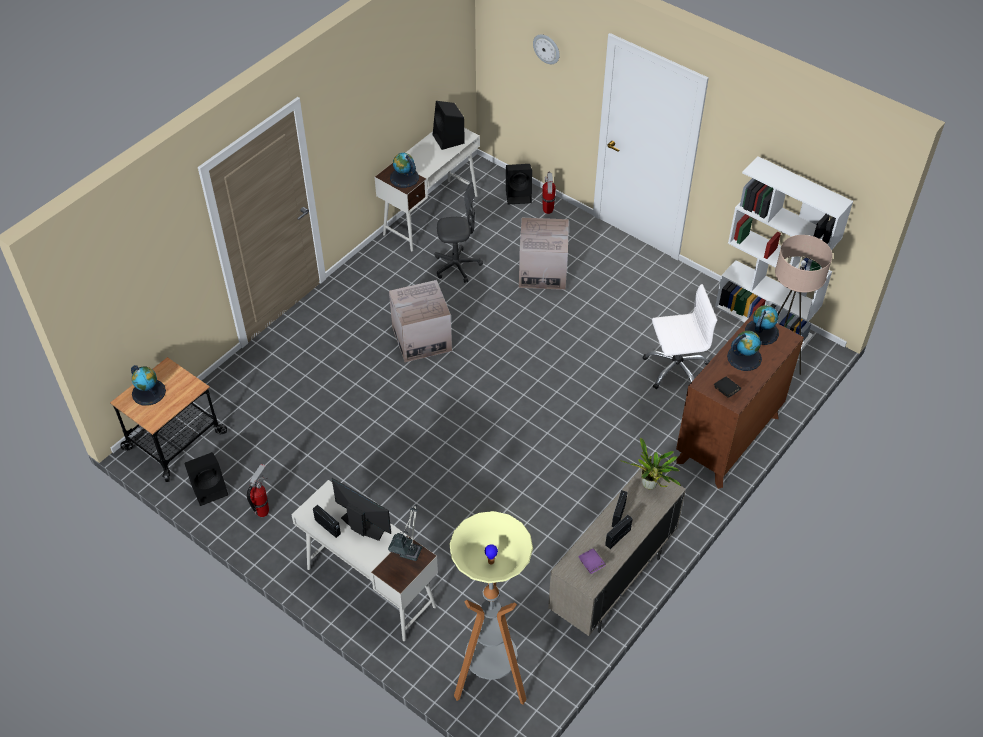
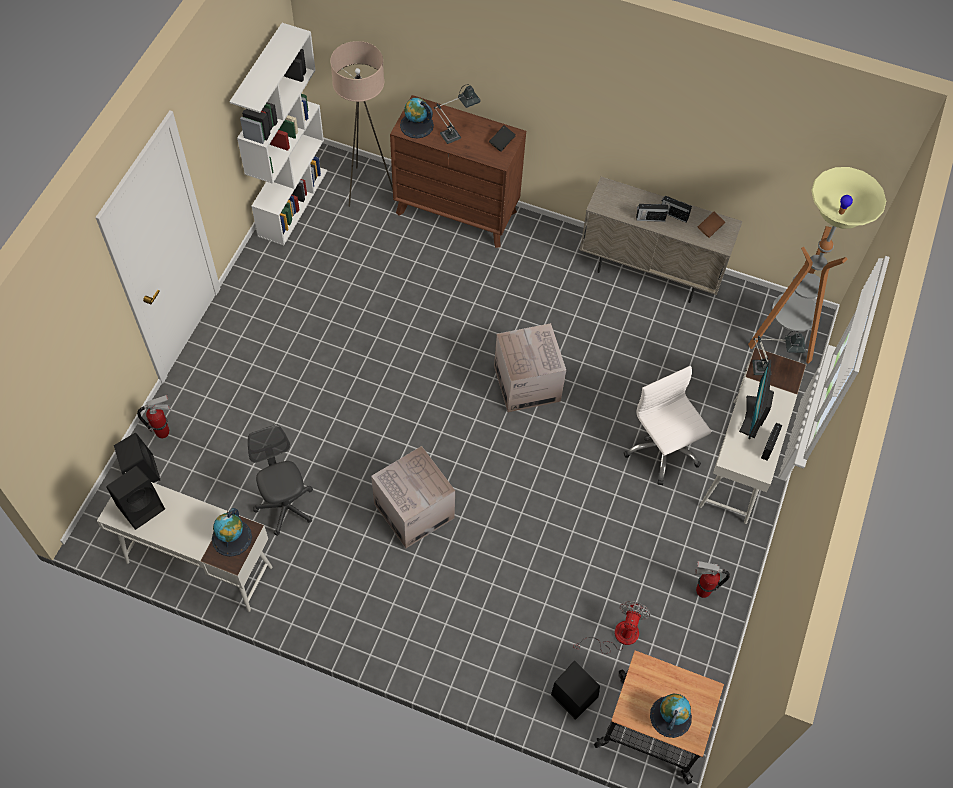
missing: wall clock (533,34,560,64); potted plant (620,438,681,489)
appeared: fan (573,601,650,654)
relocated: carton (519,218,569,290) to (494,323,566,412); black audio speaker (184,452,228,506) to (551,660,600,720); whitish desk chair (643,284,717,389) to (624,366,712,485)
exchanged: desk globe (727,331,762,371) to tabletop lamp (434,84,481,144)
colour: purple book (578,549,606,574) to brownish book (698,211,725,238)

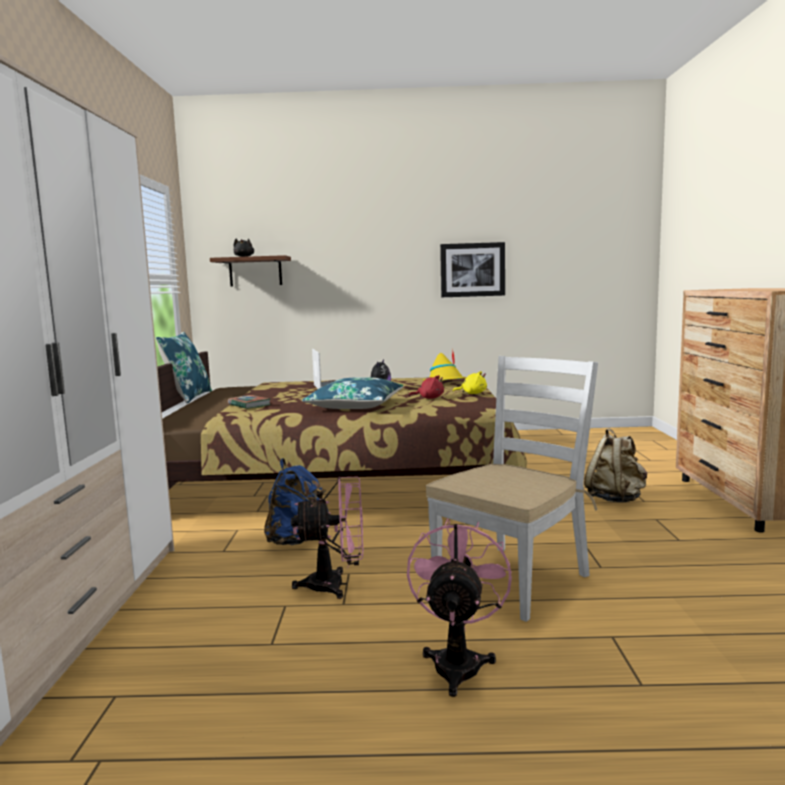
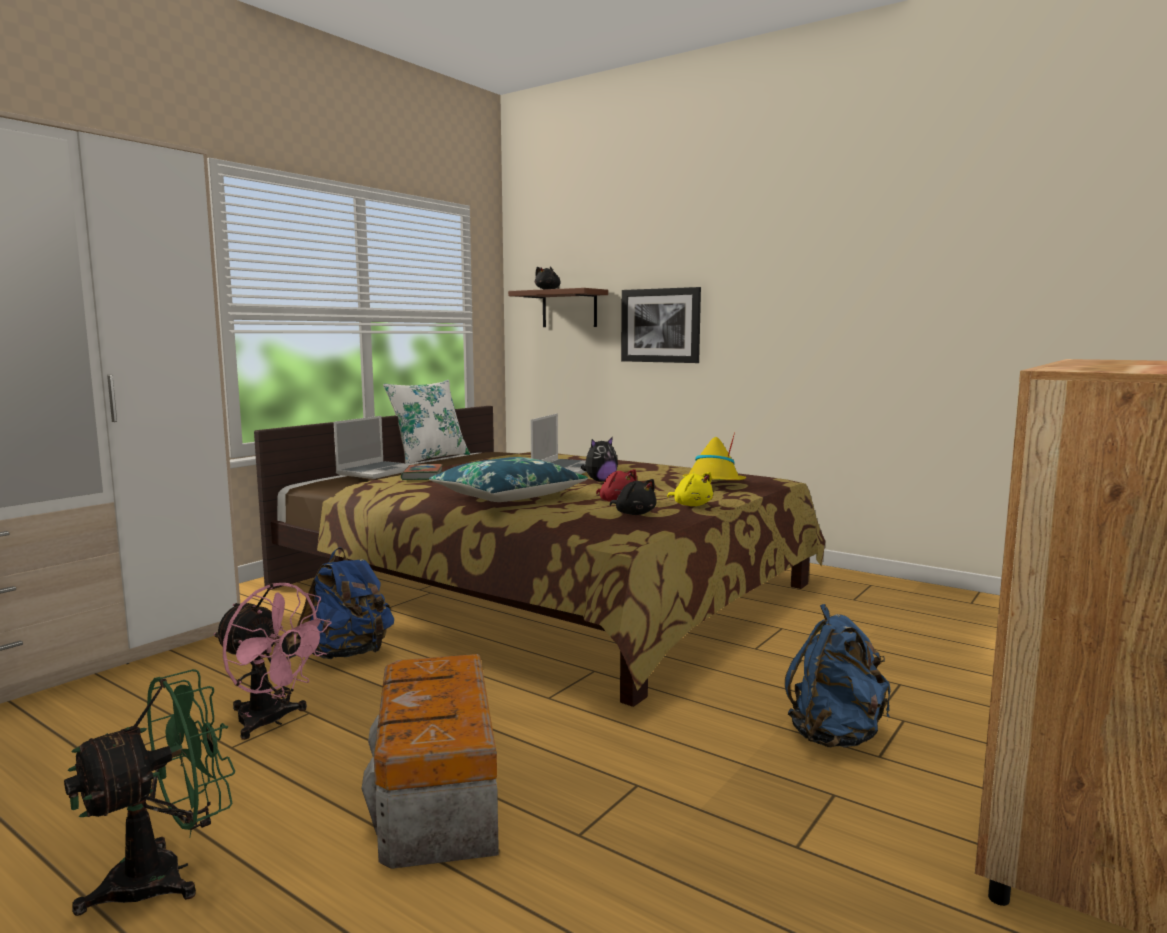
appeared: portable computer (334,416,413,479); black soft toy (610,479,657,515)
relocated: picture (440,242,505,297) to (621,287,701,363)
exchanged: whitish plain chair (426,356,598,622) to storage bin (362,654,499,869)
colour: pinkish fan (407,518,512,697) to green-coloured fan (64,669,236,916); blue-coloured throw pillow (156,332,212,404) to whitish throw pillow (383,380,470,464); beige-coloured knapsack (584,428,647,502) to blue-coloured knapsack (785,604,890,748)

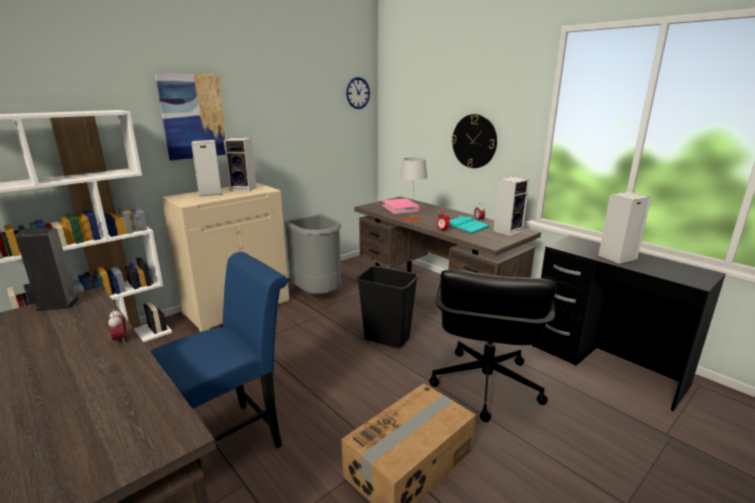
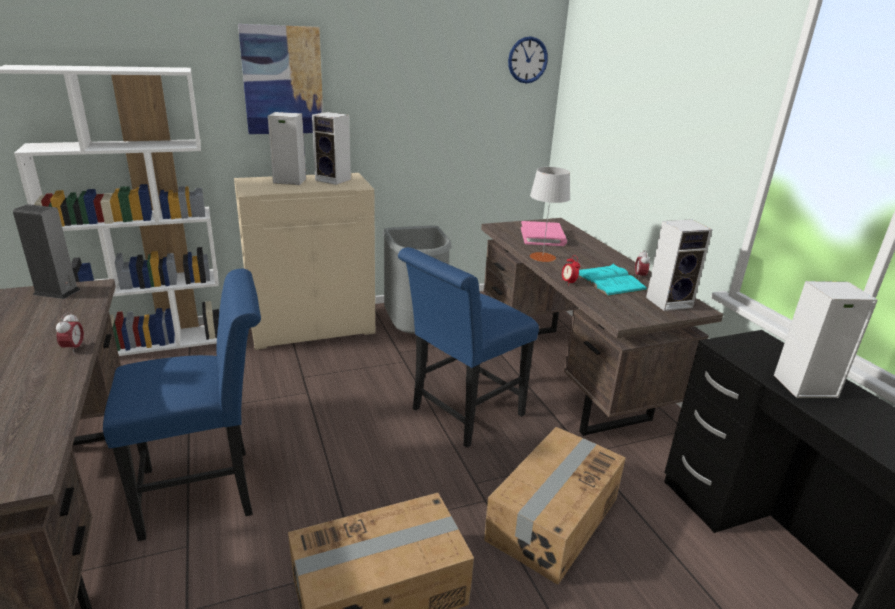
missing: wall clock (452,114,497,168)
exchanged: black trash can (357,266,418,348) to blue-coloured plain chair (398,247,539,448); black desk chair (429,270,557,422) to carton (484,427,626,585)

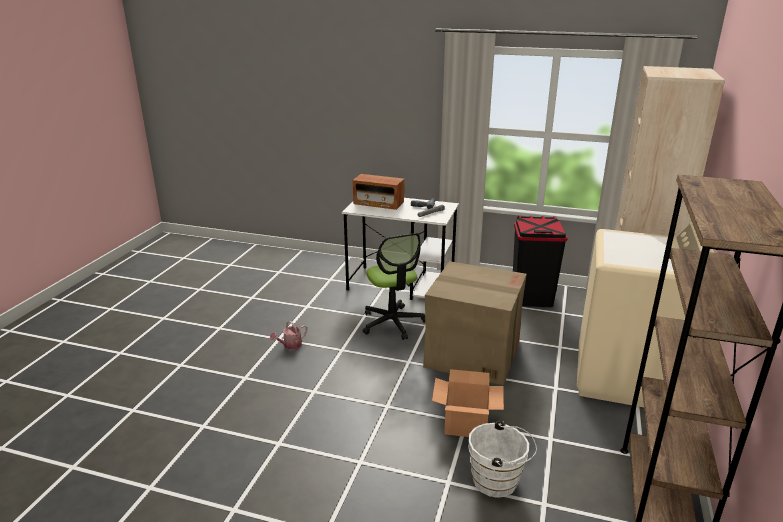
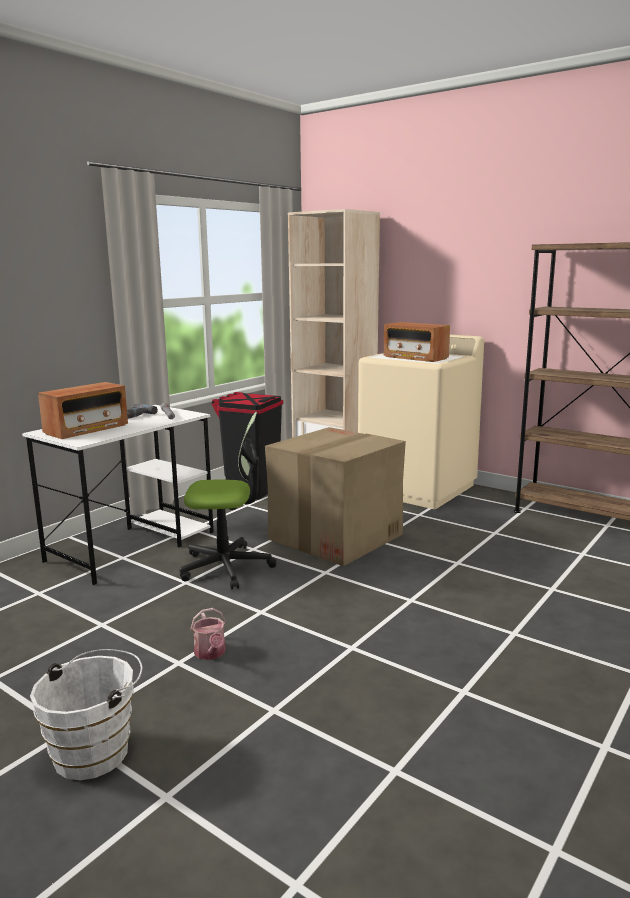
missing: carton (432,369,504,437)
appeared: radio receiver (384,322,450,362)
relocated: whitish bucket (468,421,537,498) to (30,649,142,780)

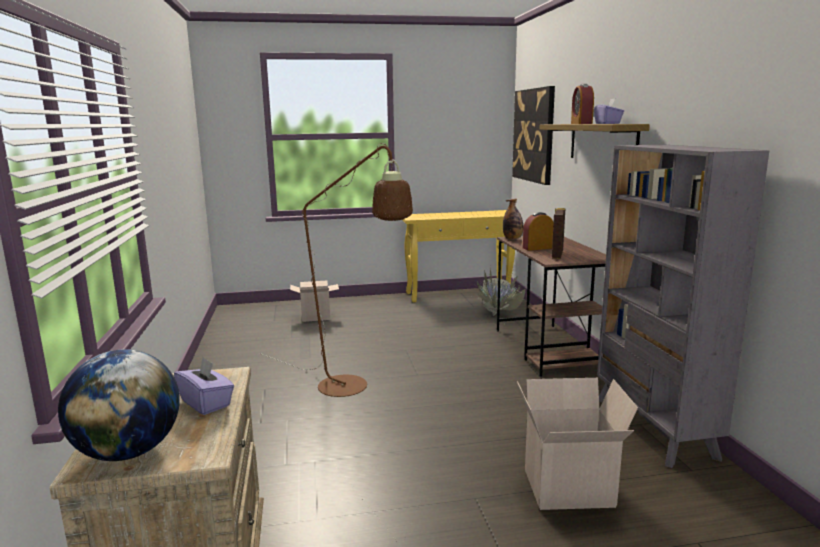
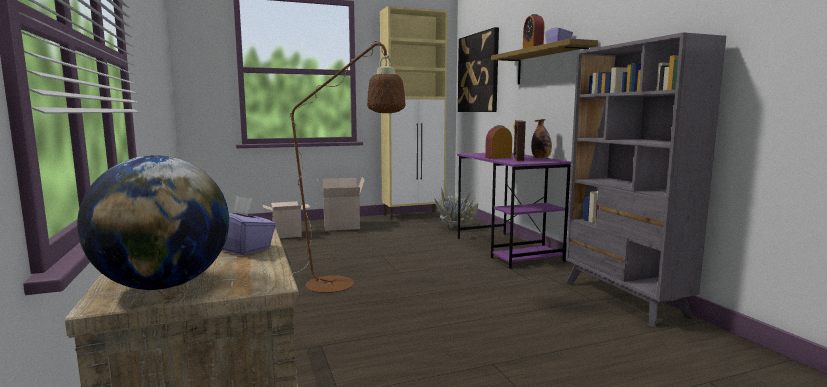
relocated: carton (517,378,638,510) to (317,177,365,231); drink bottle (503,199,523,240) to (531,119,552,159)
exchanged: yellow-coloured narrow table (402,210,515,302) to beige-coloured cupboard (380,6,448,220)
colour: brownish desk table (497,236,606,377) to purple desk table (457,153,571,269)

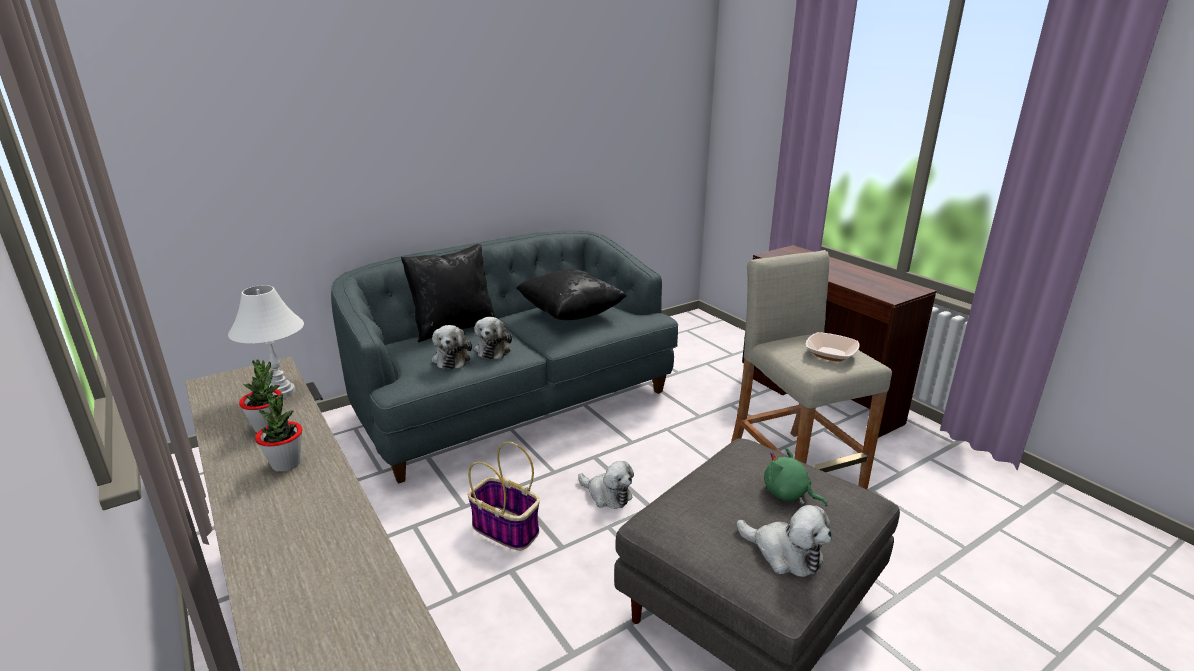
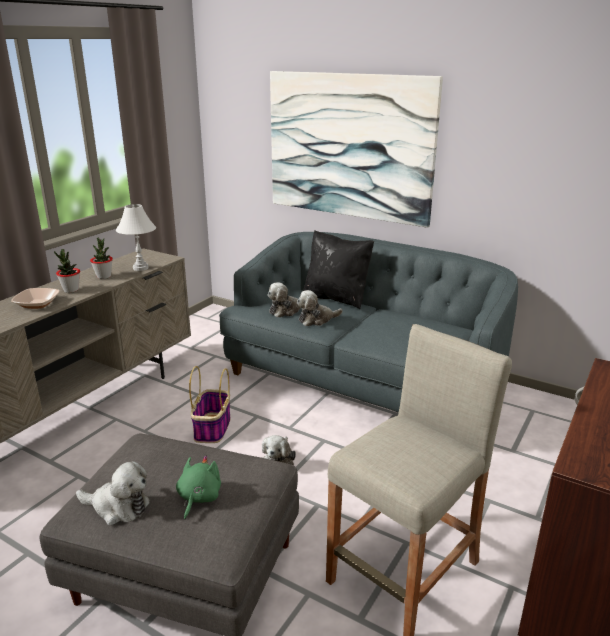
missing: black throw pillow (516,269,627,320)
appeared: picture (270,71,443,228)
relocated: serving bowl (806,332,860,362) to (11,288,60,309)
spun: soft toy (737,505,832,577) = (76,461,150,525) 90 degrees counterclockwise

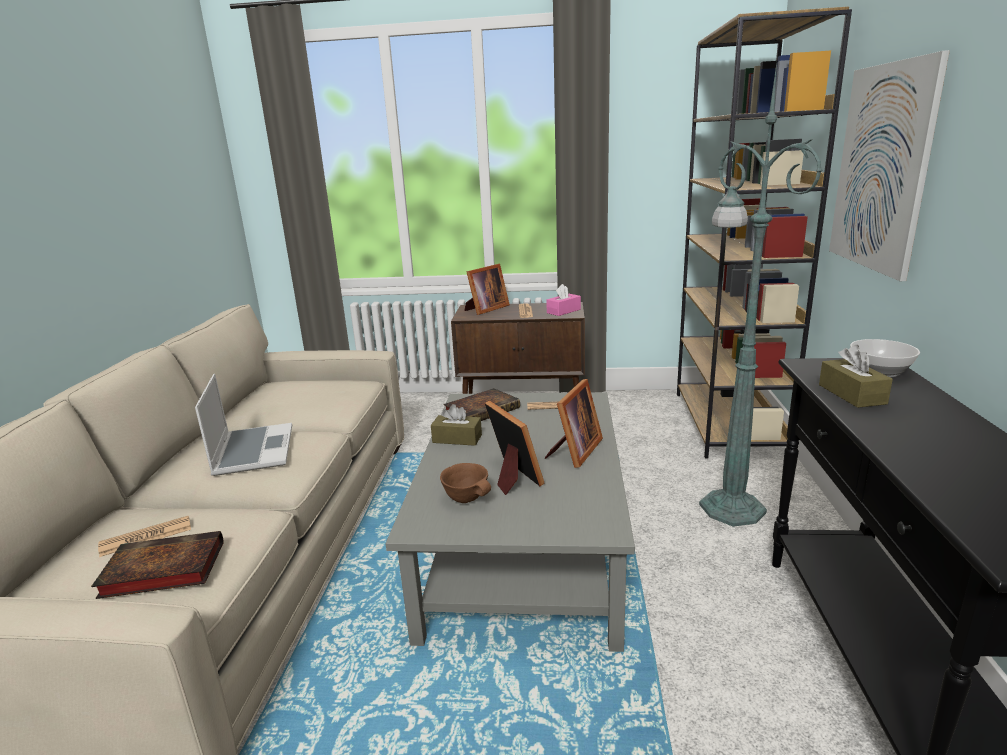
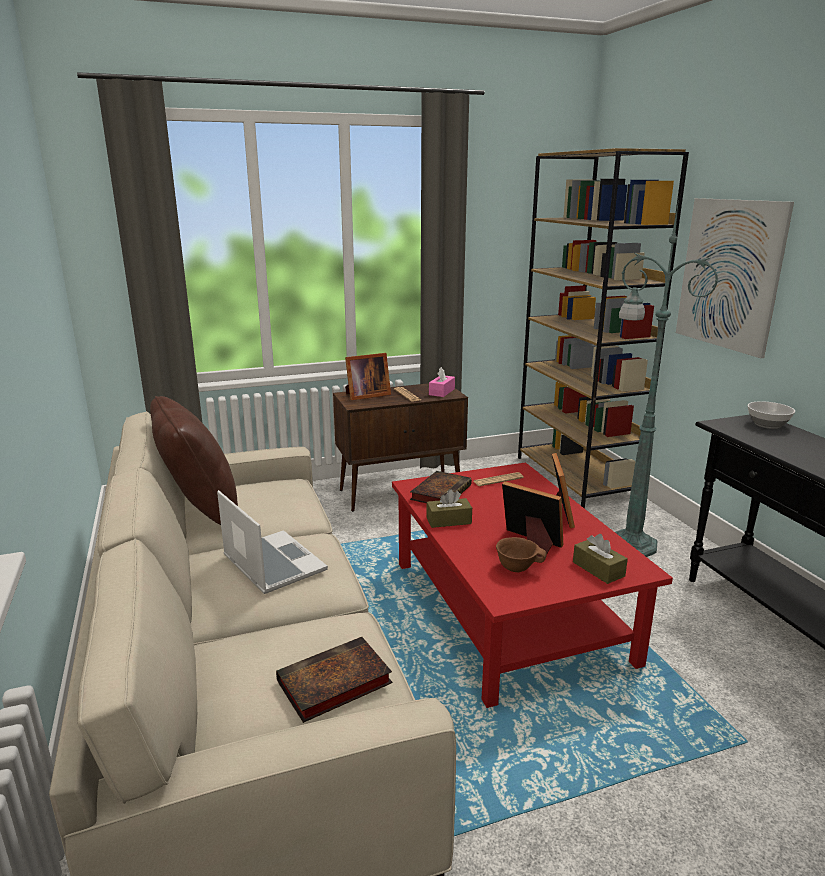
missing: daily paper (98,516,191,557)
appeared: brownish throw pillow (150,396,238,525)
relocated: brownish tissue holder (819,345,893,408) to (573,534,628,584)
colour: grey low table (385,392,635,652) to red-coloured low table (392,462,673,708)
spun: photo frame (464,263,510,315) = (345,353,391,400) 45 degrees clockwise

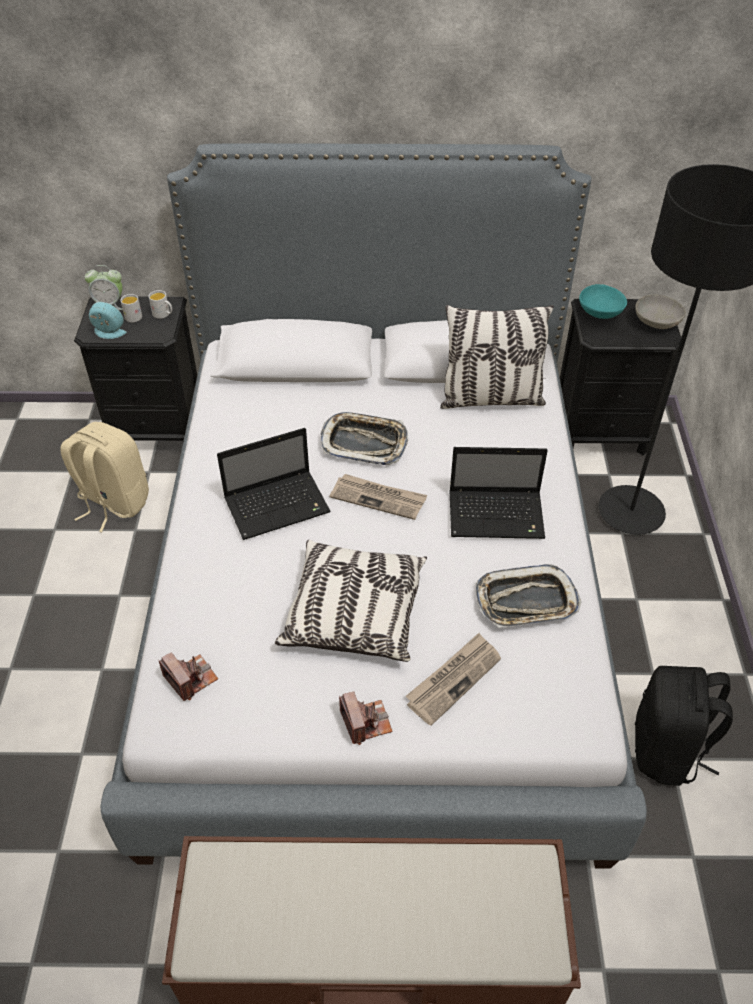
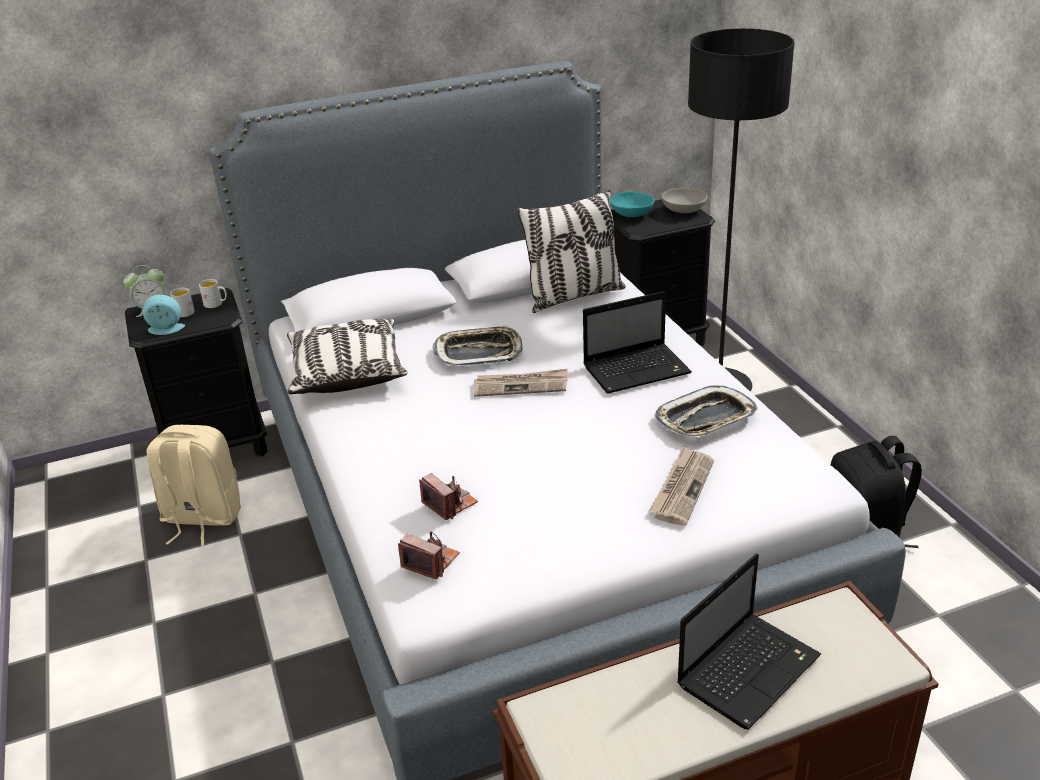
relocated: throw pillow (275,540,427,662) to (287,319,408,394); still camera (339,692,393,745) to (419,473,478,520); portable computer (217,428,331,540) to (677,553,821,730)

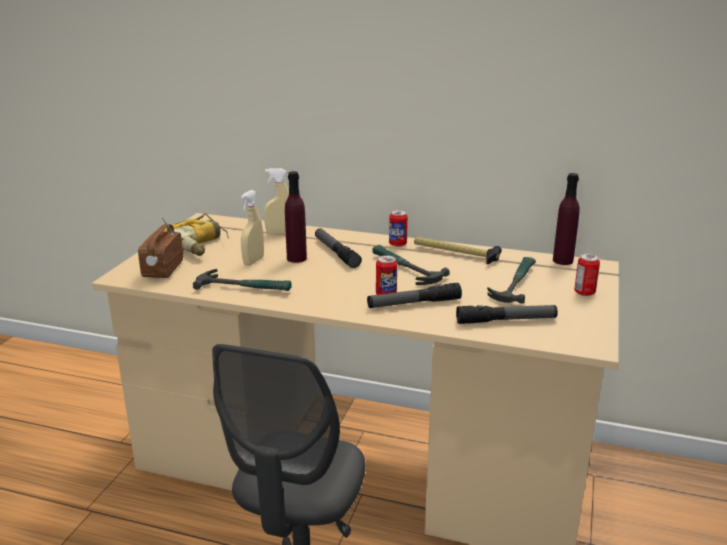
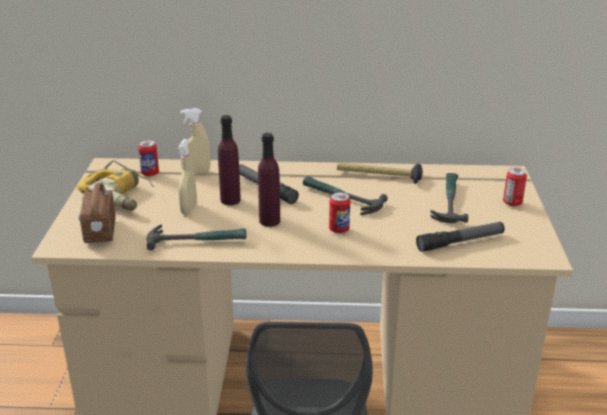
missing: hand torch (367,283,462,308)
relocated: sealed can (389,210,408,247) to (138,140,159,177); purple drink bottle (553,173,580,265) to (258,133,280,227)

